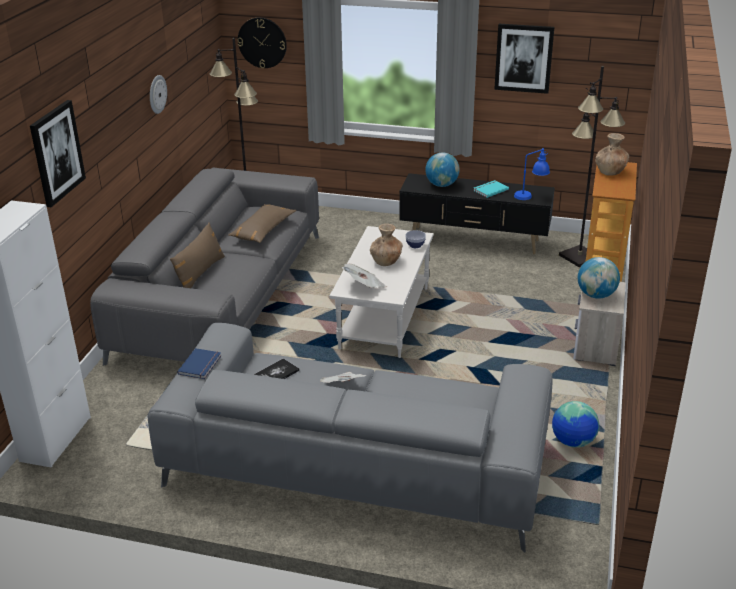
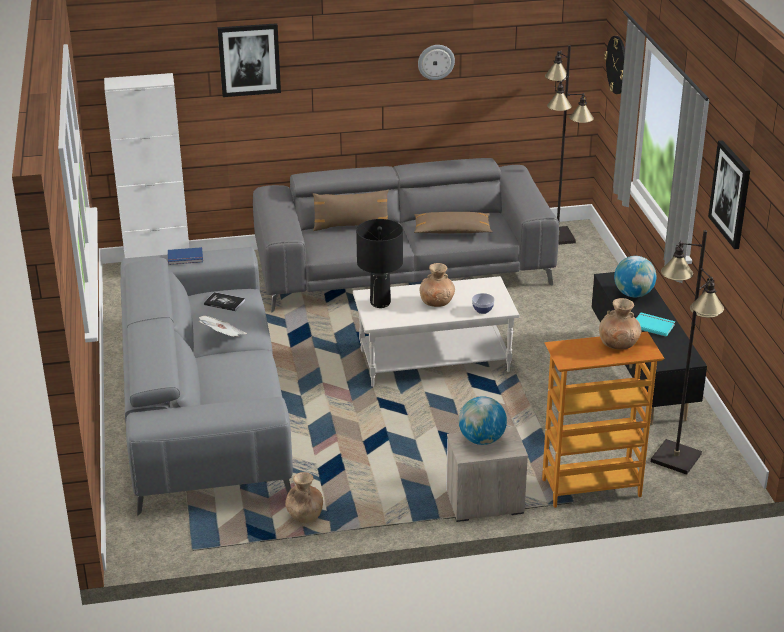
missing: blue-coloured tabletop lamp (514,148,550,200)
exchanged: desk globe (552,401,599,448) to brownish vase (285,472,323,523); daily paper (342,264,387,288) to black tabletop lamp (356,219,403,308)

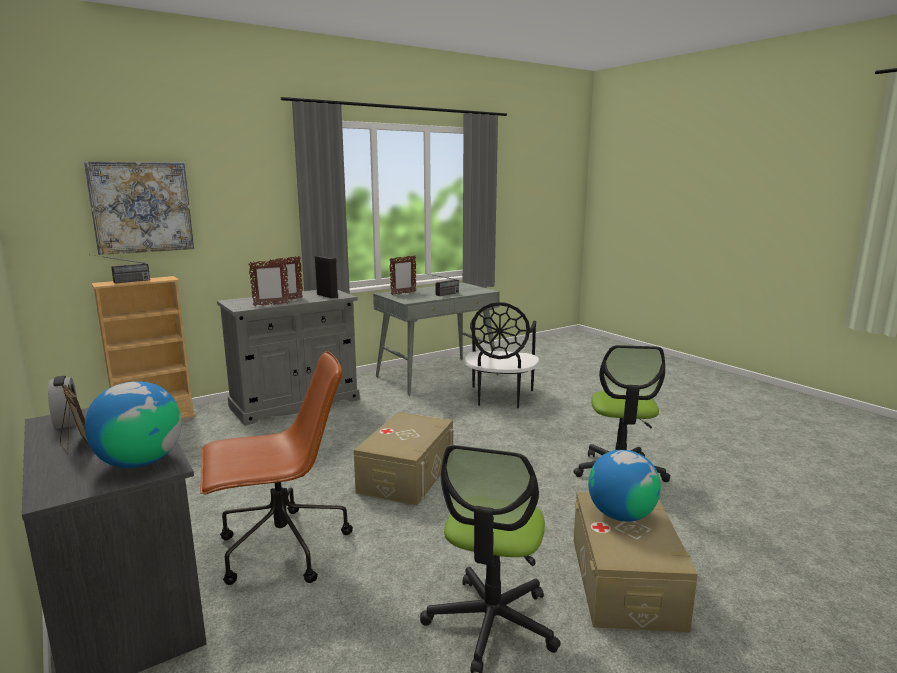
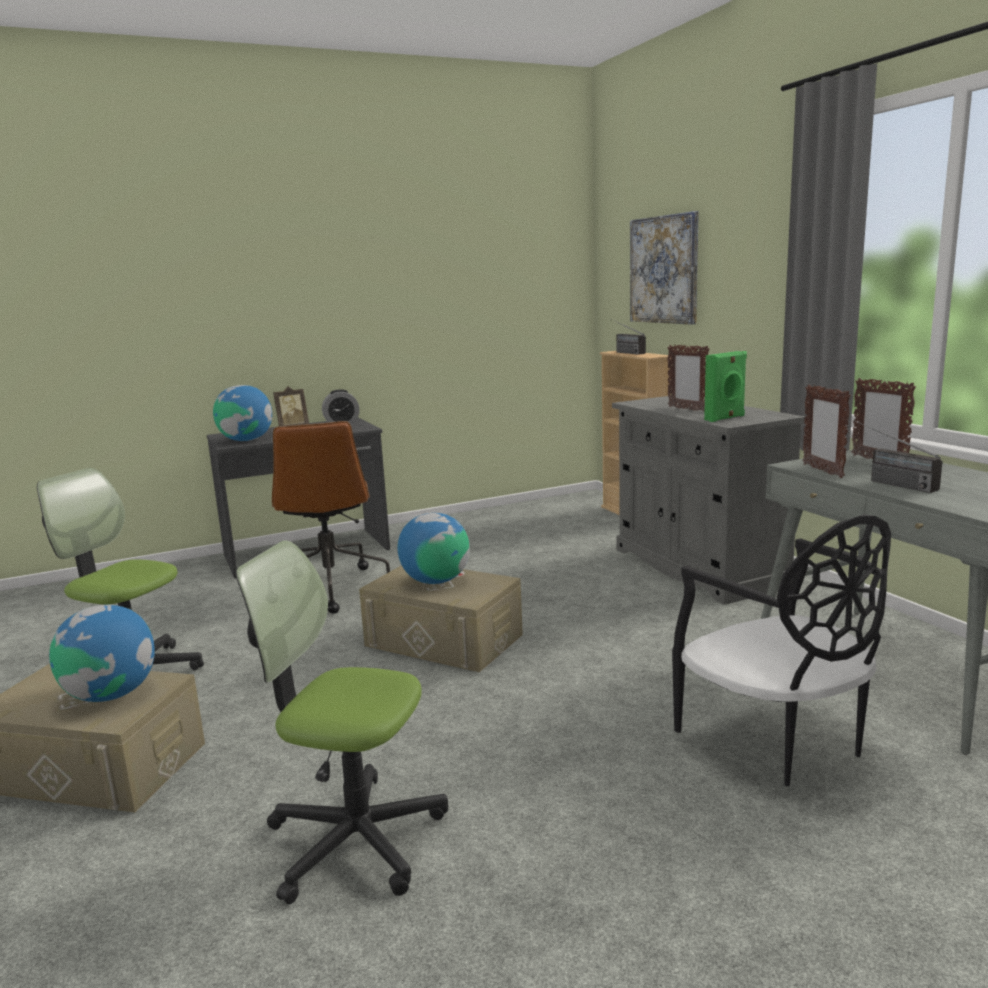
appeared: desk globe (398,513,470,584)
relocated: photo frame (248,260,289,306) to (802,384,851,478)
colour: black audio speaker (315,255,338,298) to green-coloured audio speaker (704,351,747,422)
spun: black plain chair (465,302,539,408) = (672,514,891,786) 135 degrees counterclockwise

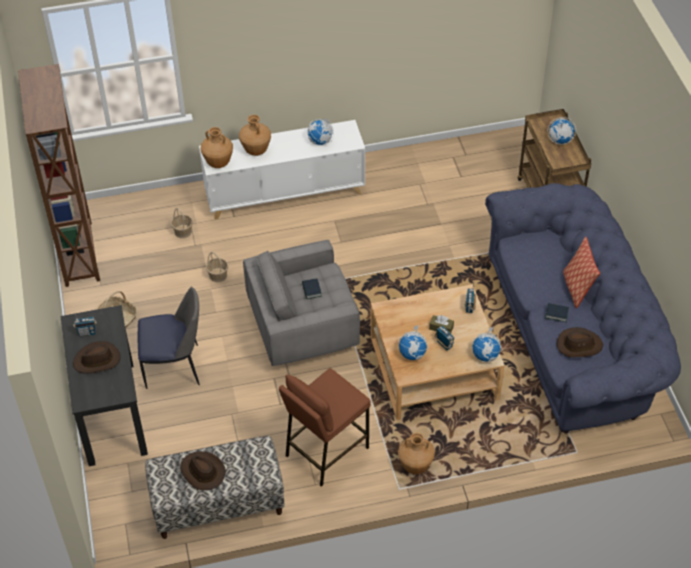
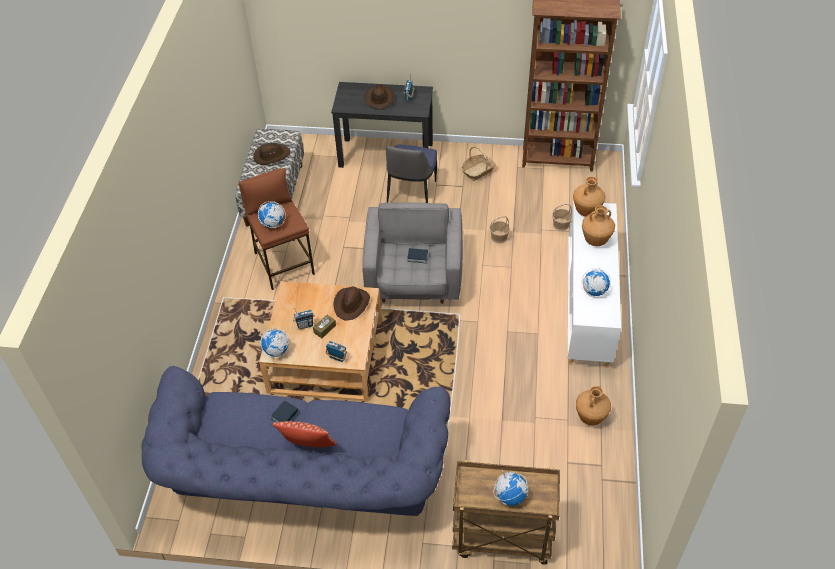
relocated: desk globe (398,325,429,360) to (258,201,286,228); brownish clothing hat (557,327,603,358) to (333,287,370,320); brownish vase (398,433,435,474) to (576,386,611,425)

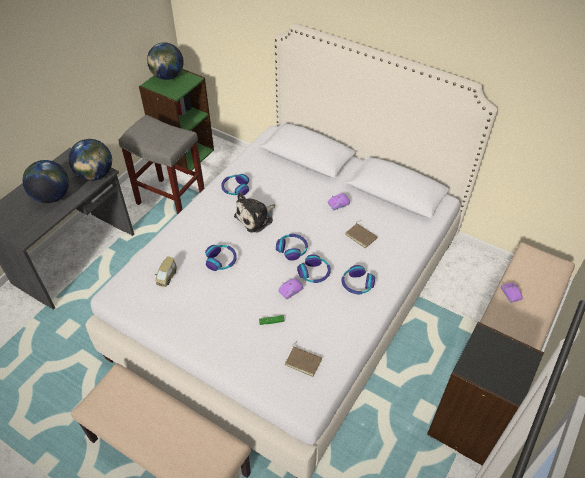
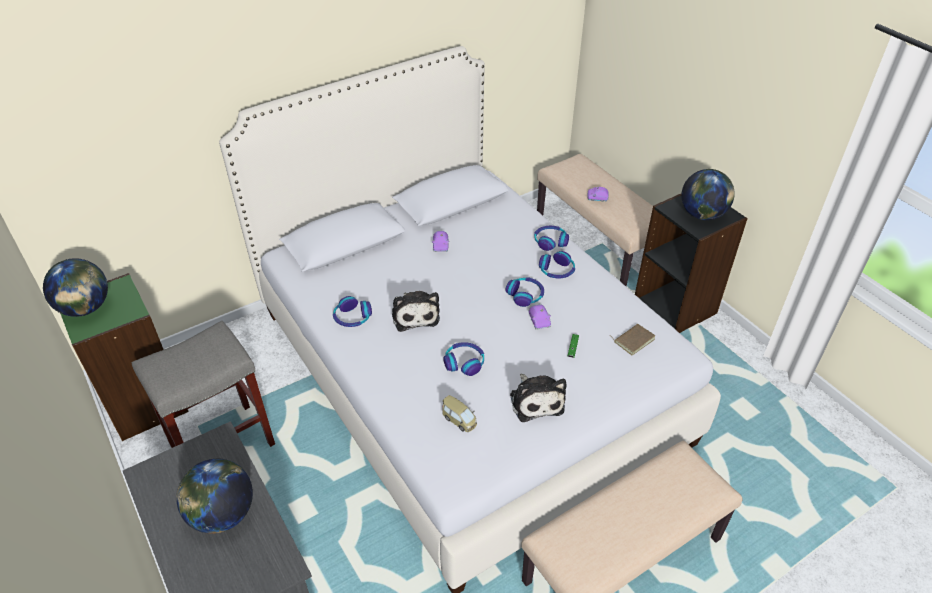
missing: brownish book (345,220,377,248)
appeared: soft toy (510,374,566,422)
relocated: headset (276,234,308,261) to (534,226,569,251); desk globe (69,139,112,181) to (681,169,735,220)

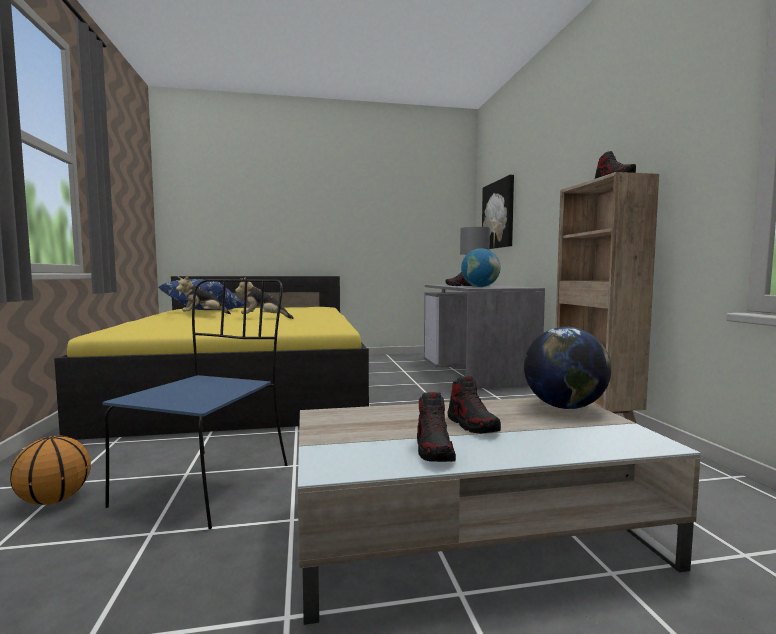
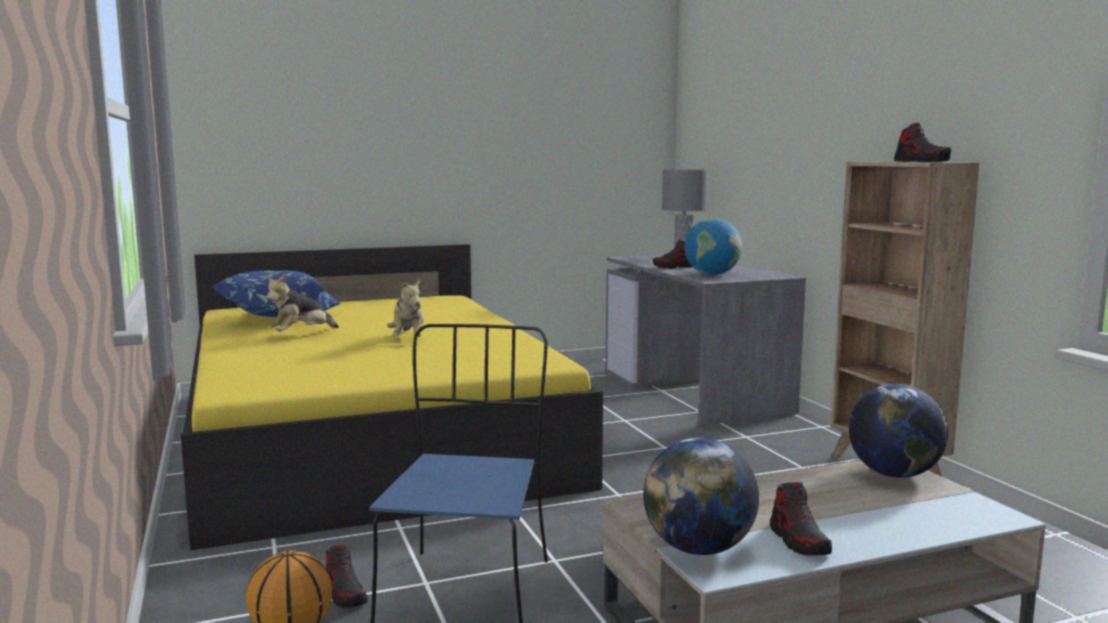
missing: picture (482,175,514,249)
appeared: desk globe (643,438,759,555)
relocated: item of footwear (448,376,501,433) to (326,543,368,608)
spun: soft toy (235,277,294,319) = (387,279,424,337) 90 degrees counterclockwise

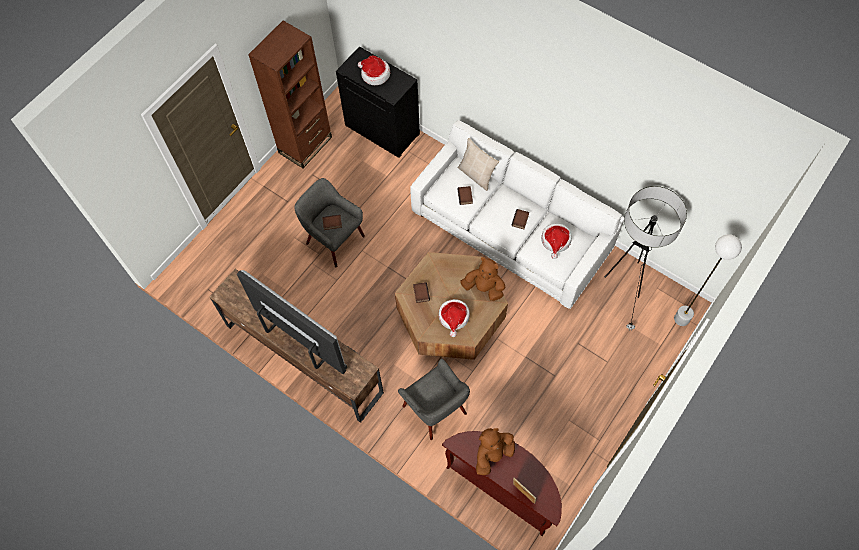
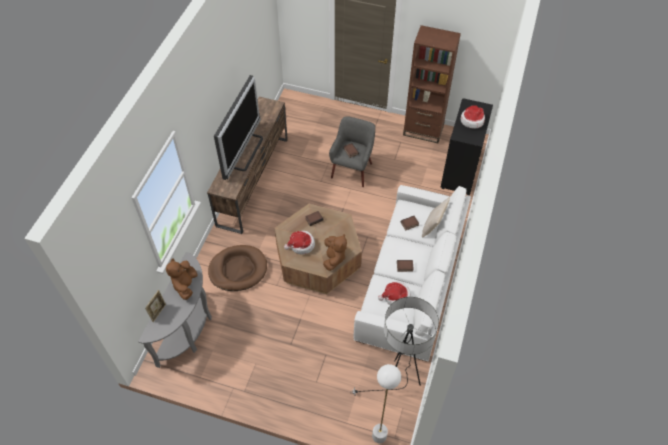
exchanged: grey armchair (398,358,470,440) to brownish dog cushion (208,245,267,291)
colour: brownish narrow table (442,431,562,536) to grey narrow table (138,252,212,368)
spun: brownish soft toy (476,428,515,475) = (166,258,198,300) 120 degrees counterclockwise

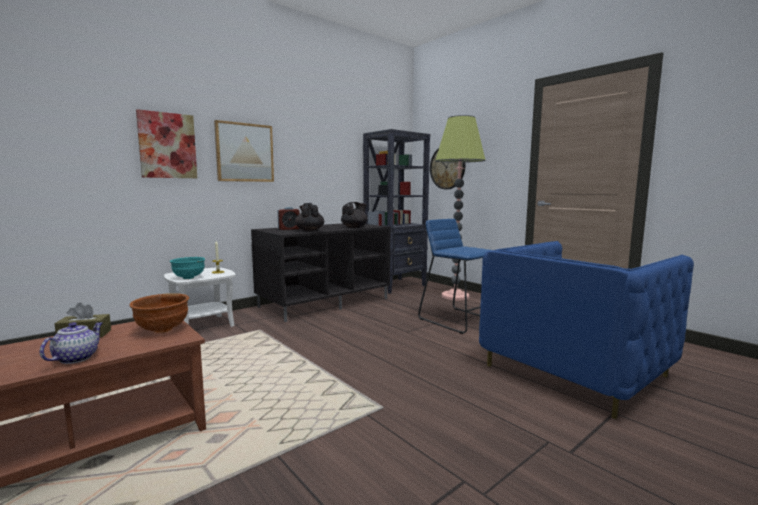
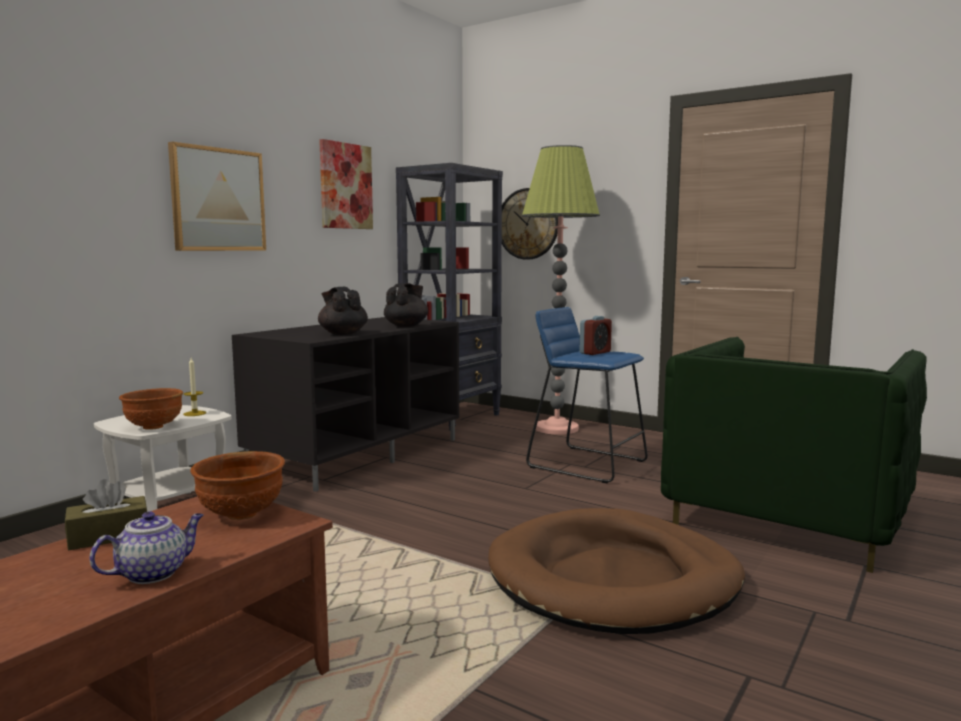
appeared: brownish dog cushion (488,508,745,634)
relocated: picture (136,109,197,178) to (319,139,373,229); table clock (278,207,300,230) to (580,316,612,355)
colour: turquoise serving bowl (170,257,205,279) to brownish serving bowl (119,388,183,430); blue-coloured armchair (479,241,694,419) to green-coloured armchair (661,337,927,573)
spun: teapot (40,322,102,364) = (89,511,203,584) 45 degrees clockwise

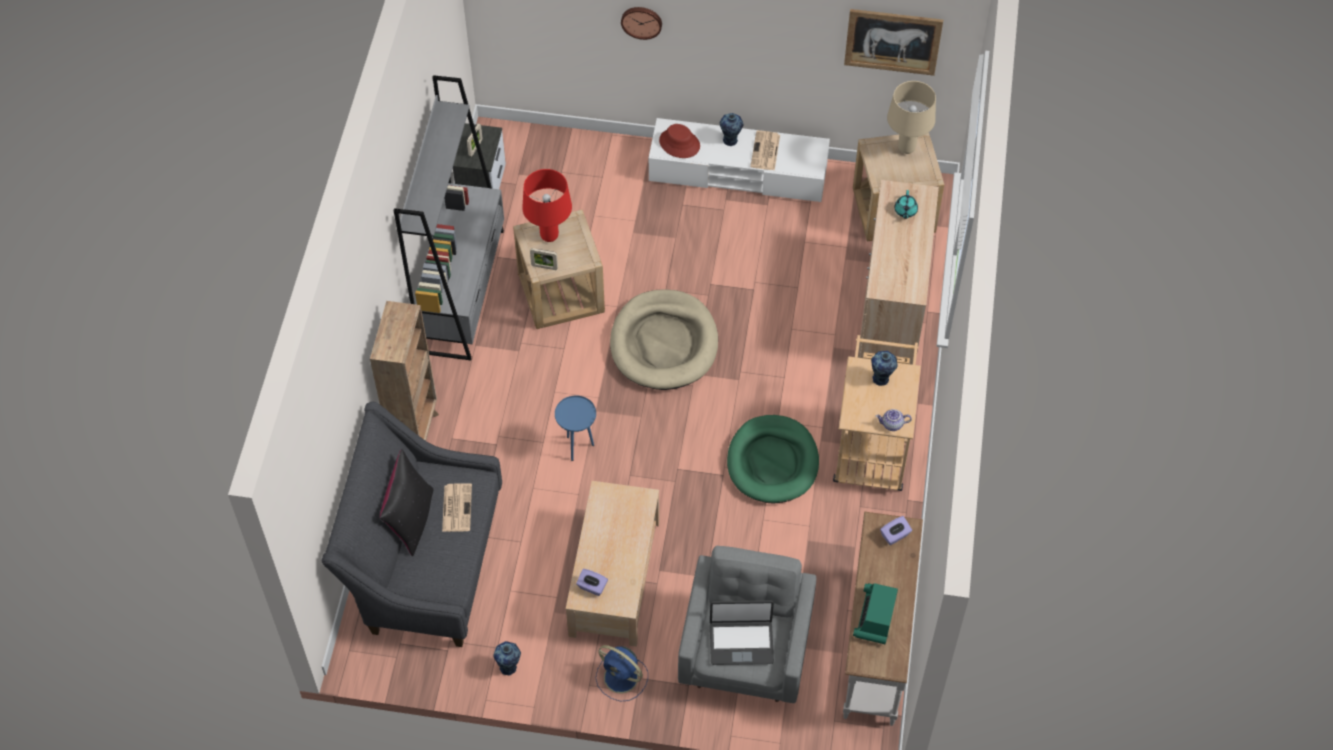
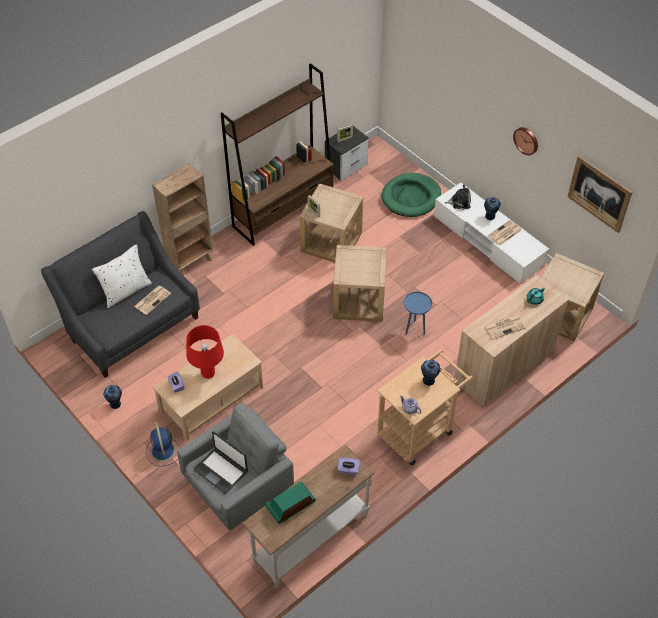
missing: beige-coloured tabletop lamp (887,81,936,154)
appeared: daily paper (485,314,526,340)
relocated: red-coloured tabletop lamp (522,169,572,242) to (186,325,224,379); green-coloured dog cushion (727,415,819,504) to (382,173,441,217); blue-coloured side table (555,396,596,461) to (404,292,432,335); wall clock (621,7,662,40) to (513,127,538,155)
exchanged: beige-coloured dog cushion (610,289,718,390) to beige-coloured side table (333,245,387,322); red-coloured clothing hat (659,124,700,158) to soft toy (445,184,471,210)
colour: black throw pillow (380,449,433,556) to whitish throw pillow (92,244,152,308); grey bookcase (393,75,504,360) to brownish bookcase (221,63,334,246)

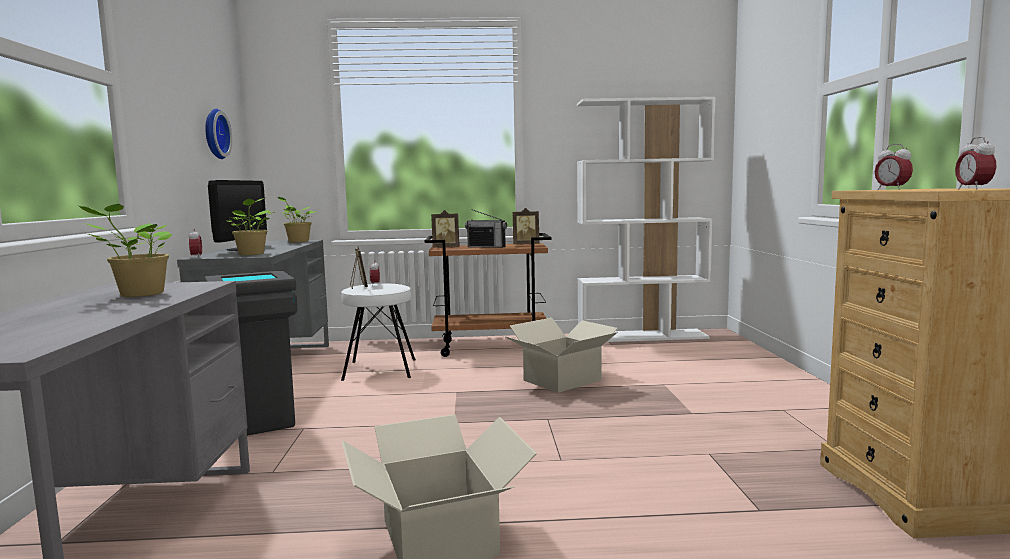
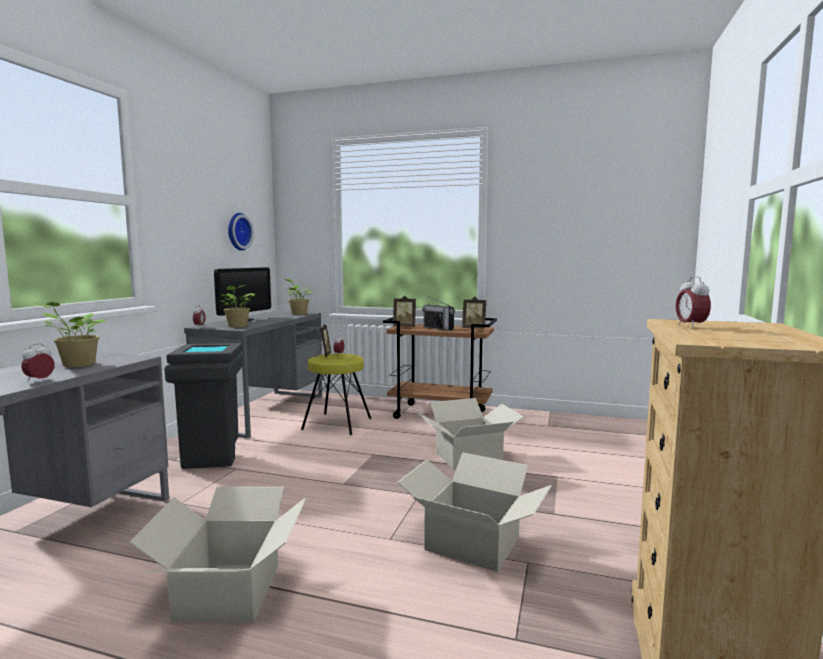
missing: whitish bookcase (577,97,716,342)
appeared: carton (397,453,552,572)
relocated: table clock (955,137,996,190) to (21,343,55,382)
colour: whitish stool seat (341,284,416,381) to yellow-coloured stool seat (301,353,371,435)

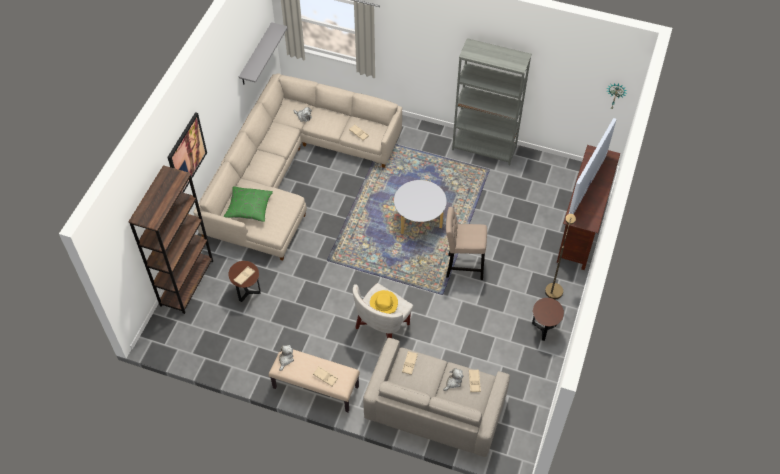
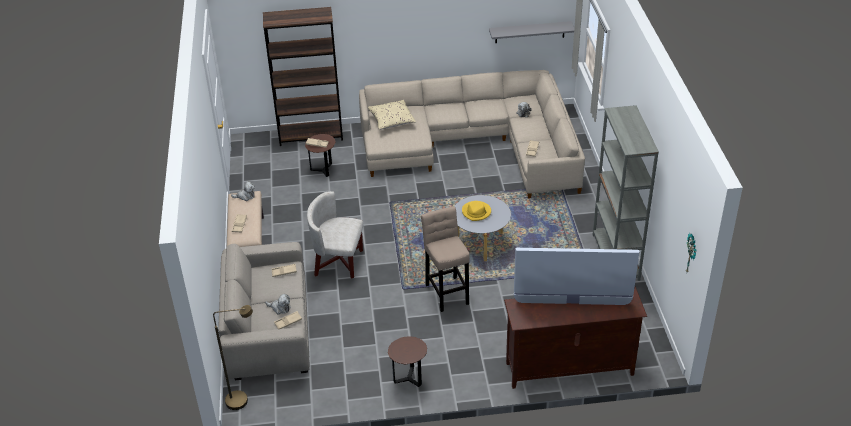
missing: picture (168,112,207,193)
relocated: brownish standing lamp (545,214,576,300) to (213,305,253,410); yellow-coloured clothing hat (370,290,398,314) to (462,201,491,221)
colour: green-coloured throw pillow (224,186,273,222) to beige-coloured throw pillow (368,100,416,130)

